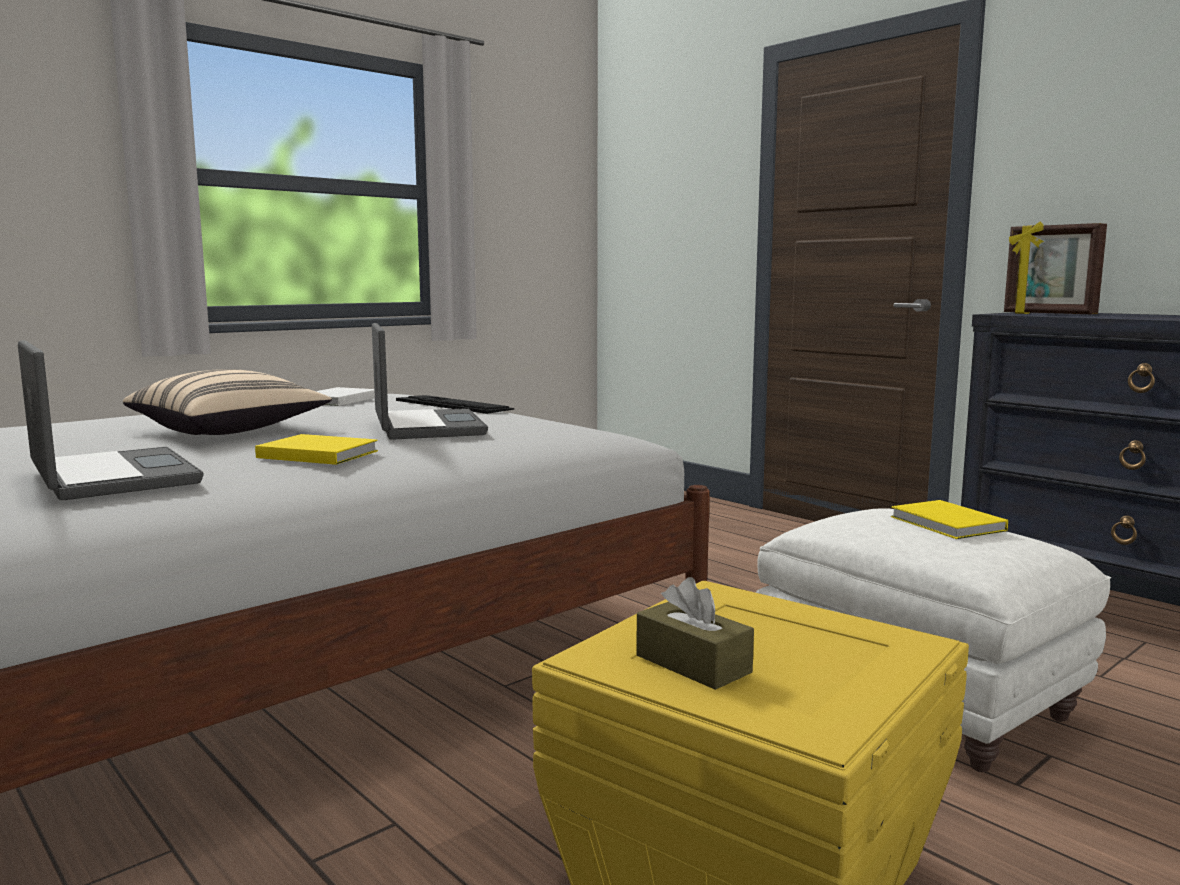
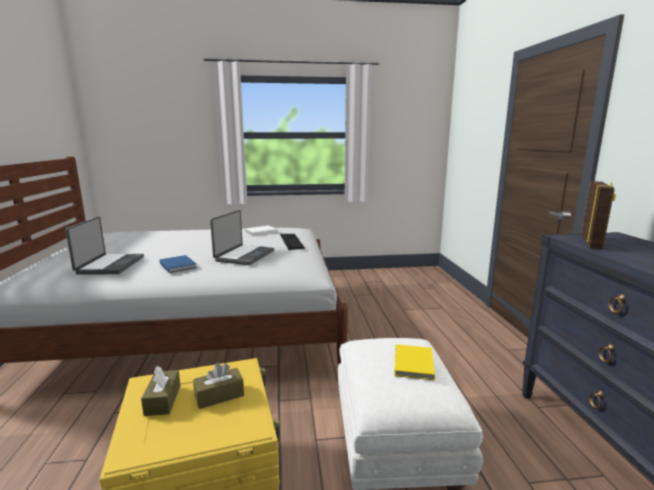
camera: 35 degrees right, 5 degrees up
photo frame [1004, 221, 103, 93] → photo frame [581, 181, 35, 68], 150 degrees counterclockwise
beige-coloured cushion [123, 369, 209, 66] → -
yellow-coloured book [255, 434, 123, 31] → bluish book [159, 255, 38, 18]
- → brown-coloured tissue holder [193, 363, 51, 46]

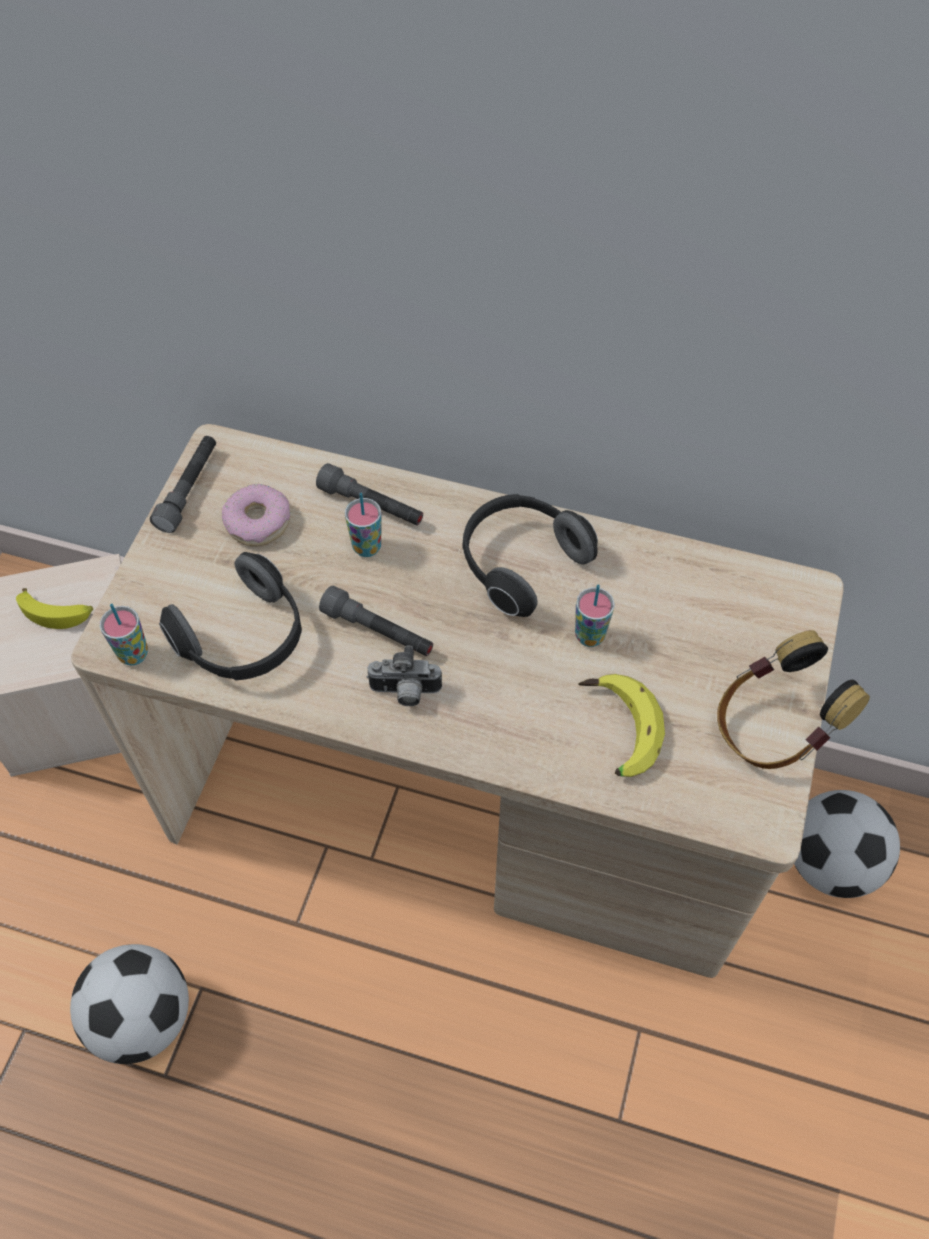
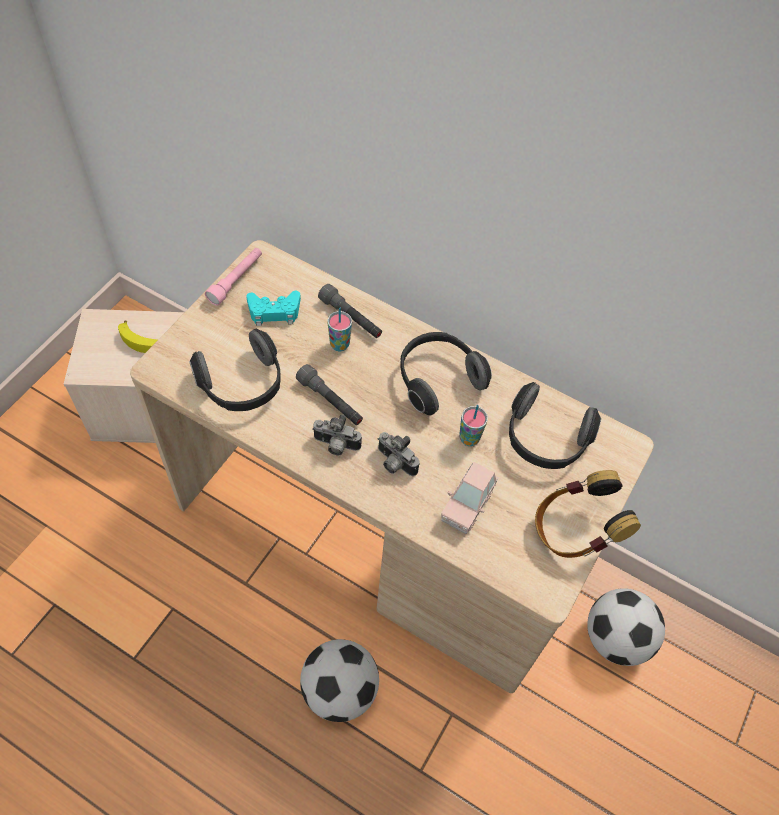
camera: 10 degrees right, 0 degrees up
greyish flashlight [150, 436, 66, 97] → pink flashlight [205, 248, 57, 58]
donut [222, 484, 68, 62] → turquoise gamepad [246, 291, 55, 35]
small cup [100, 604, 48, 62] → -
banana [578, 674, 87, 103] → pink toy car [441, 462, 58, 72]
football ball [70, 944, 119, 120] → football ball [300, 639, 79, 83], shifted
- → headphones [509, 382, 92, 87]
- → still camera [378, 432, 42, 44]

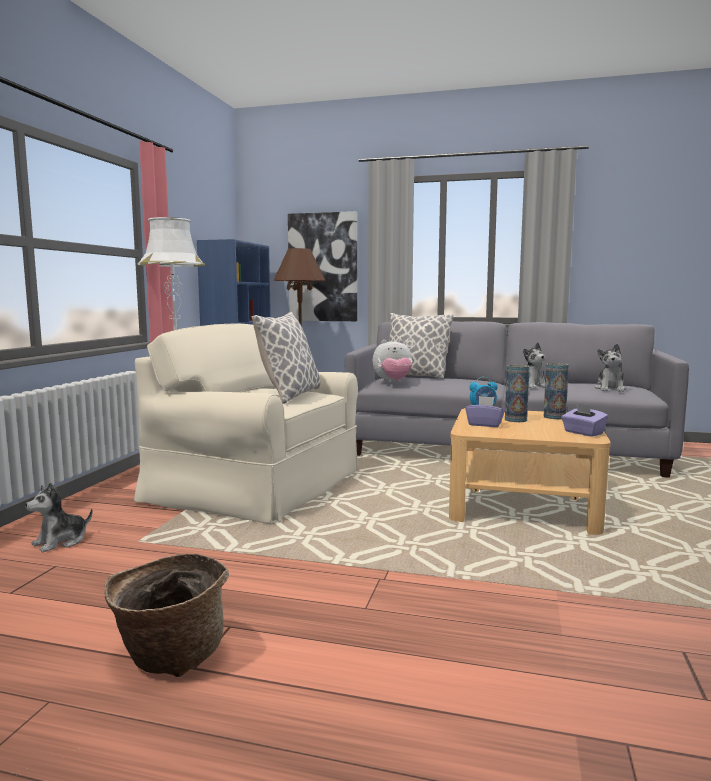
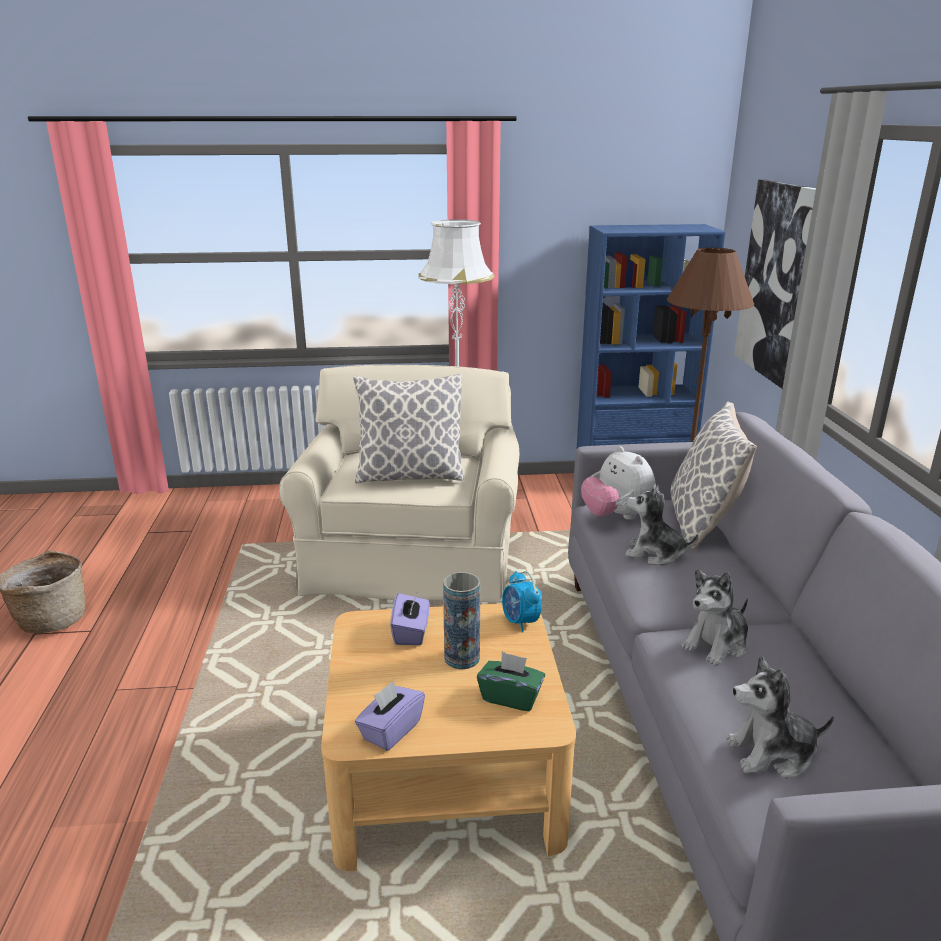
camera: 70 degrees right, 15 degrees up
decorative vase [544, 363, 25, 56] → green tissue holder [477, 652, 68, 59]
plush toy [25, 482, 68, 70] → plush toy [625, 484, 73, 81], shifted

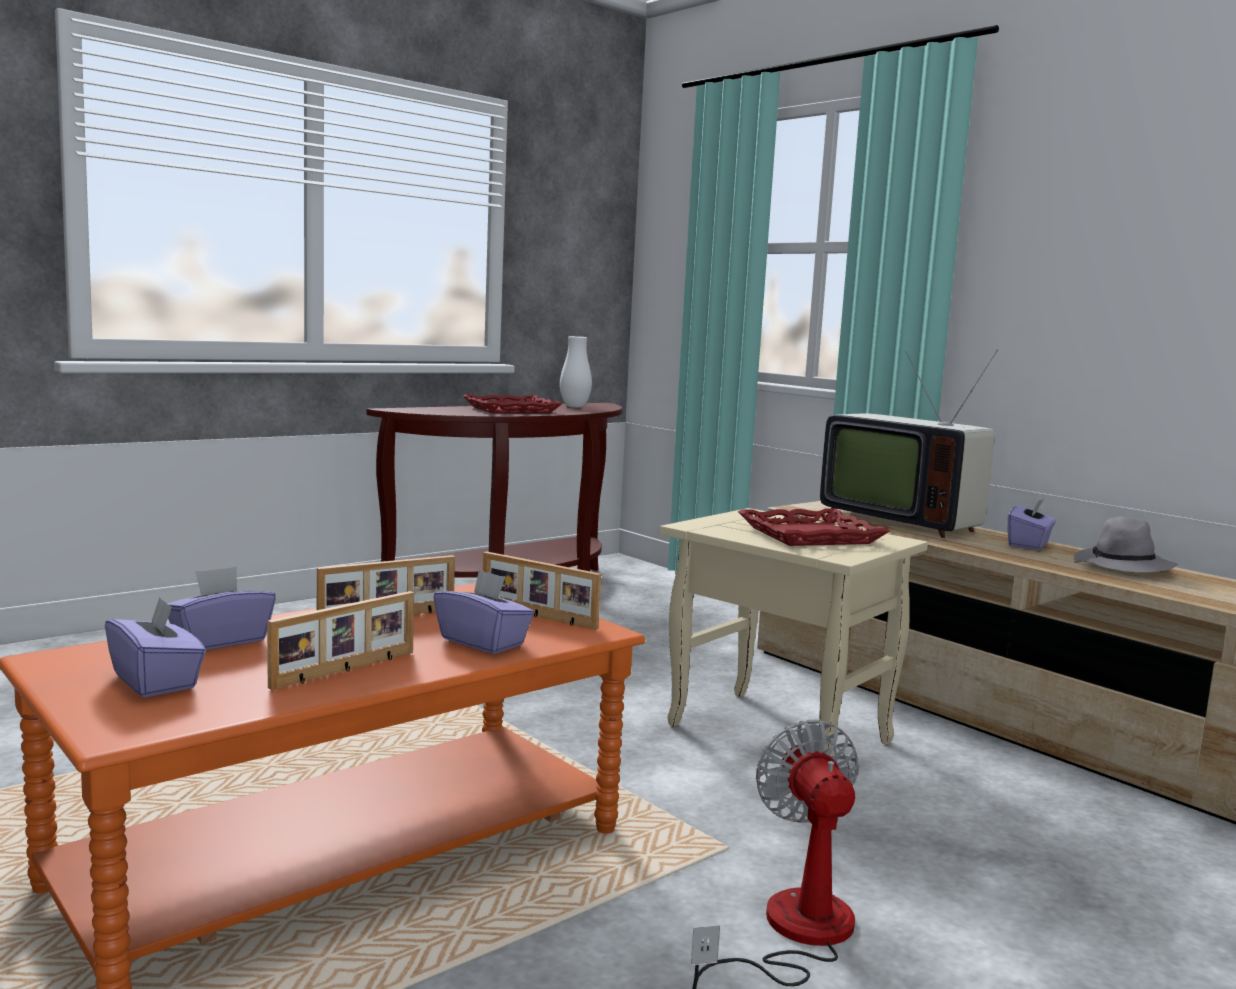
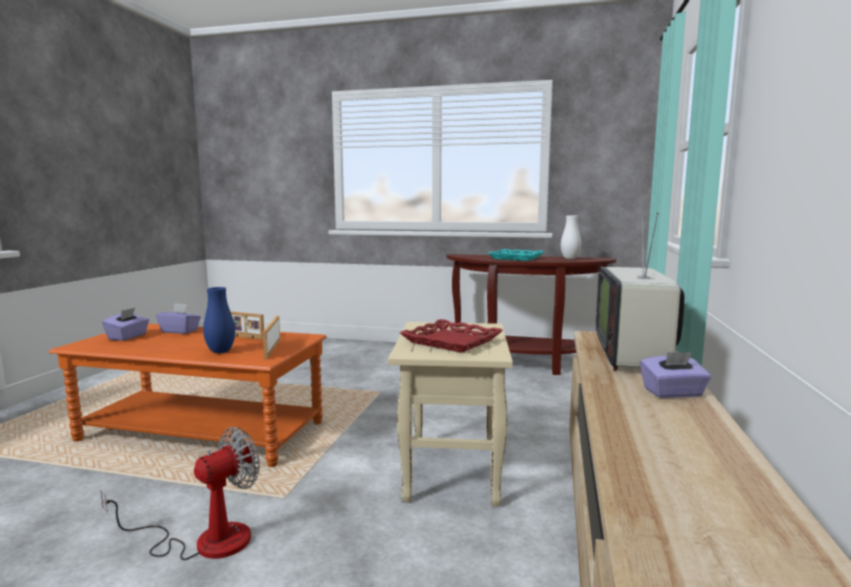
camera: 55 degrees right, 0 degrees up
reddish tray [463, 394, 99, 20] → turquoise tray [488, 249, 56, 12]
greyish hat [1074, 516, 104, 57] → -
purple-coloured tissue holder [434, 569, 100, 85] → bluish decorative vase [203, 287, 32, 66]
photo frame [267, 591, 147, 99] → -

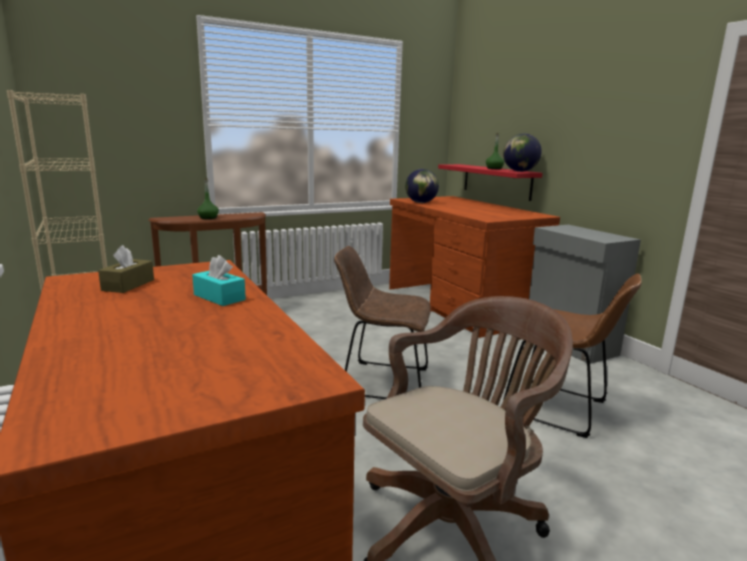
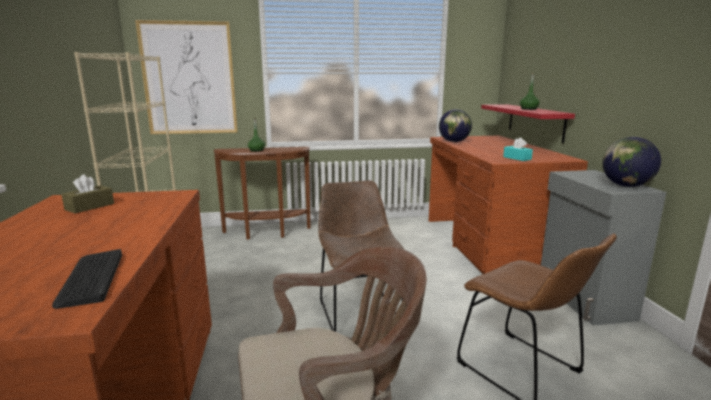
camera: 20 degrees right, 0 degrees up
world globe [503, 133, 39, 39] → world globe [602, 137, 59, 50], shifted
brown-coloured upright chair [334, 246, 97, 153] → brown-coloured upright chair [318, 180, 86, 152], 45 degrees clockwise
turquoise tissue holder [192, 255, 54, 51] → turquoise tissue holder [503, 138, 30, 23], shifted
- → wall picture [135, 20, 103, 114]
- → computer keyboard [52, 249, 70, 60]

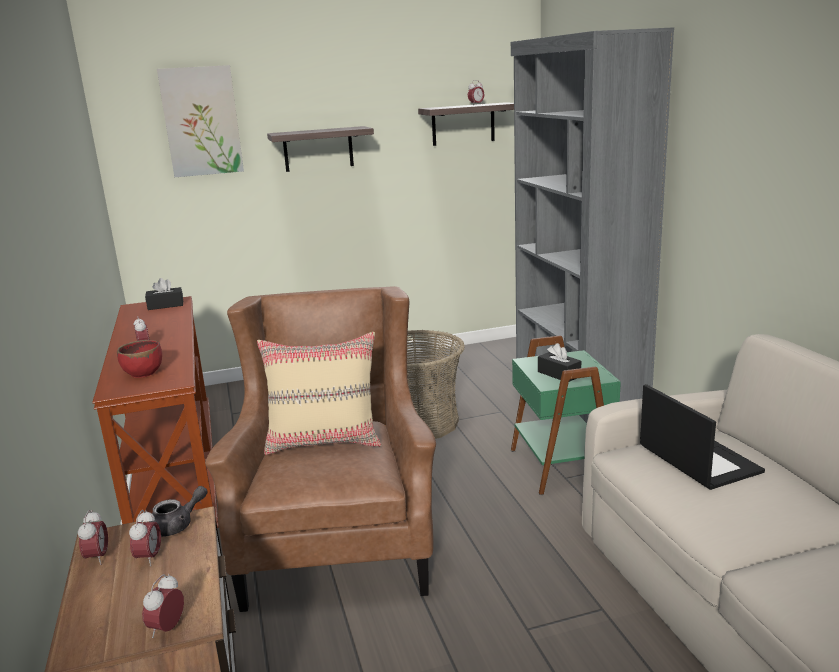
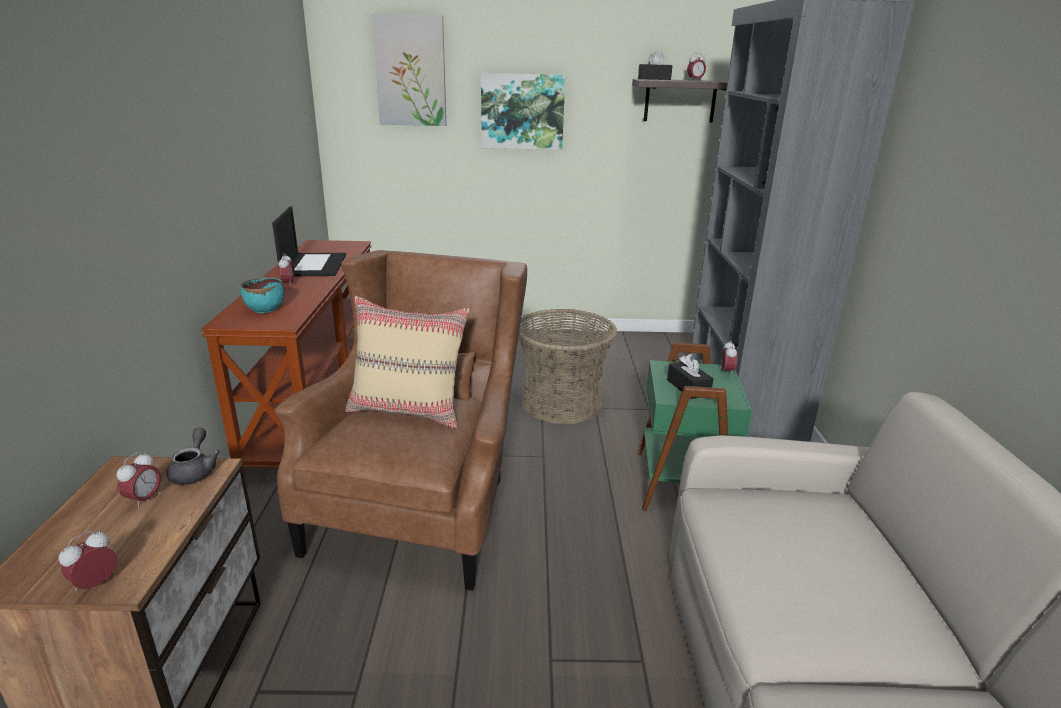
camera: 15 degrees right, 5 degrees up
bracket shelf [267, 126, 107, 46] → wall picture [481, 73, 84, 77]
black tissue holder [145, 278, 38, 32] → black tissue holder [638, 50, 34, 30], shifted
reddish bowl [117, 340, 45, 38] → turquoise bowl [240, 277, 45, 36]
notebook computer [640, 384, 125, 106] → notebook computer [272, 207, 74, 70], shifted
greyish pot for tea [149, 486, 58, 51] → greyish pot for tea [166, 428, 54, 57], 75 degrees counterclockwise
bedside clock [78, 510, 30, 55] → bedside clock [721, 340, 17, 34], shifted

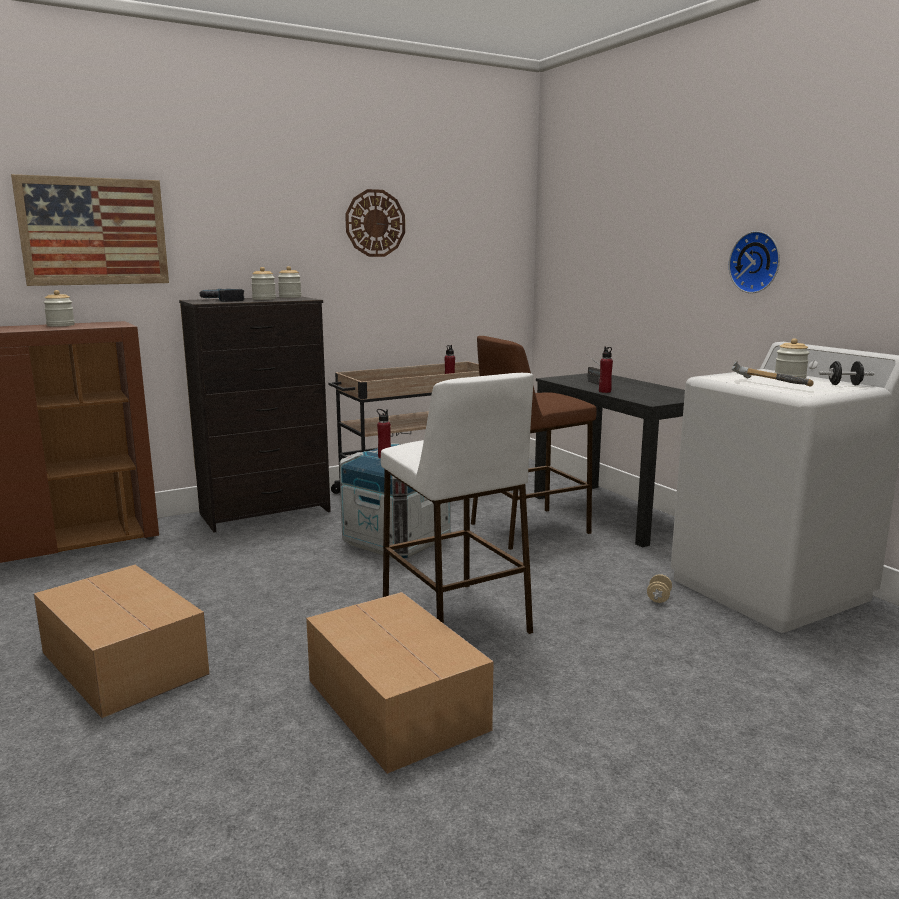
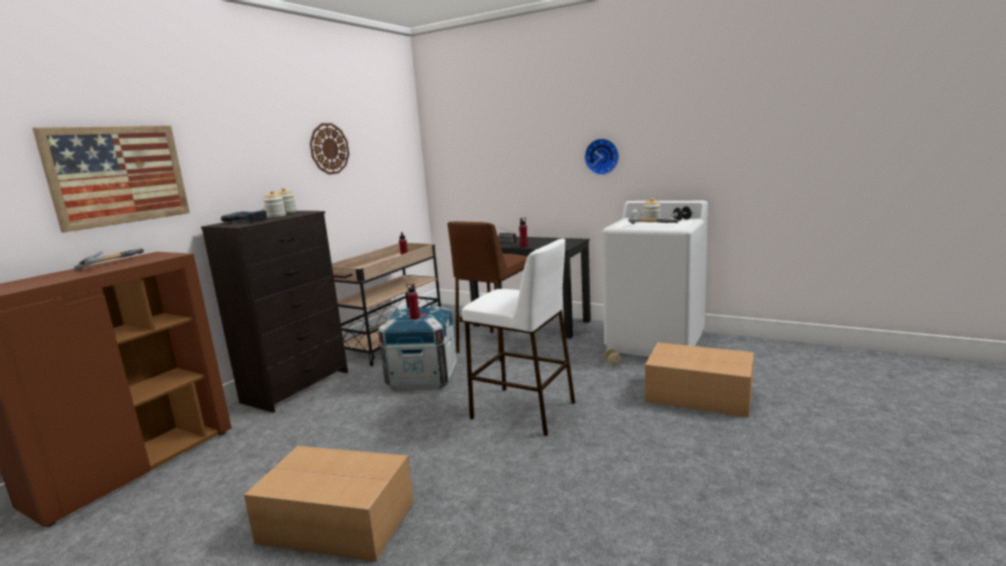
camera: 30 degrees left, 0 degrees up
jar [43, 290, 32, 37] → hammer [74, 248, 70, 23]
cardboard box [306, 592, 188, 182] → cardboard box [645, 343, 109, 74], shifted

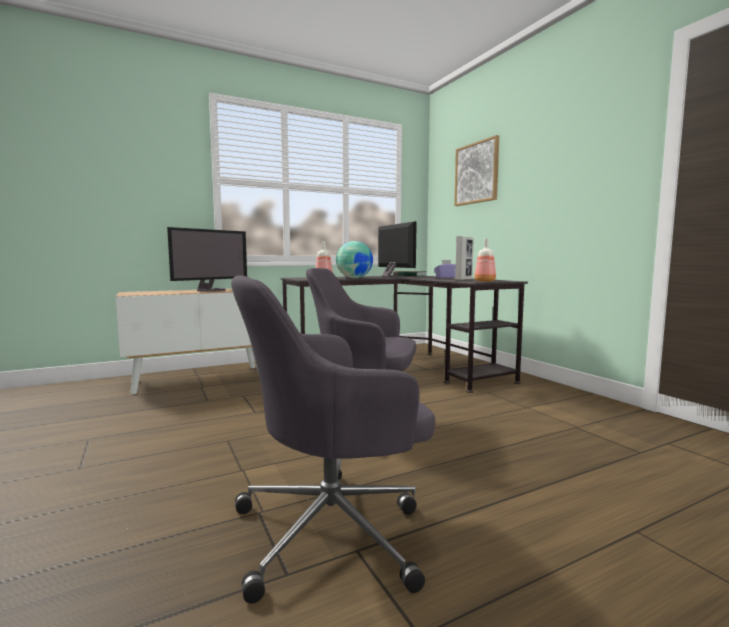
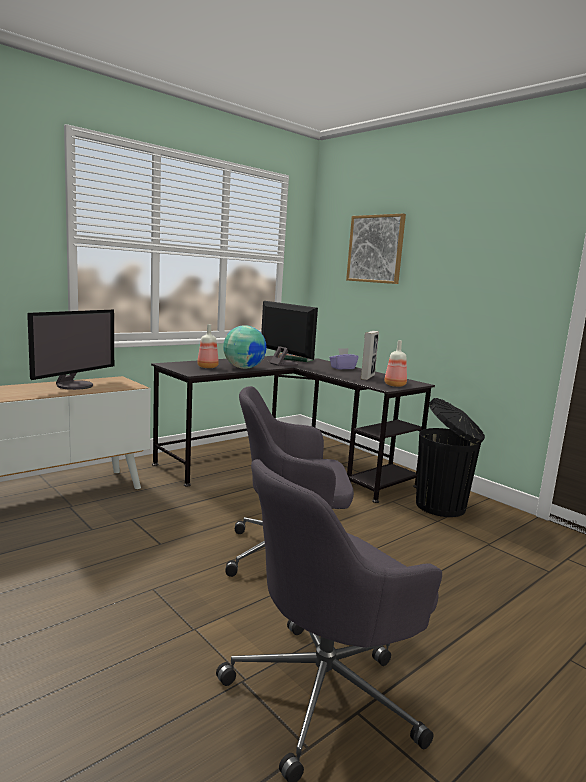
camera: 15 degrees left, 5 degrees up
- → black waste bin [416, 398, 69, 119]

